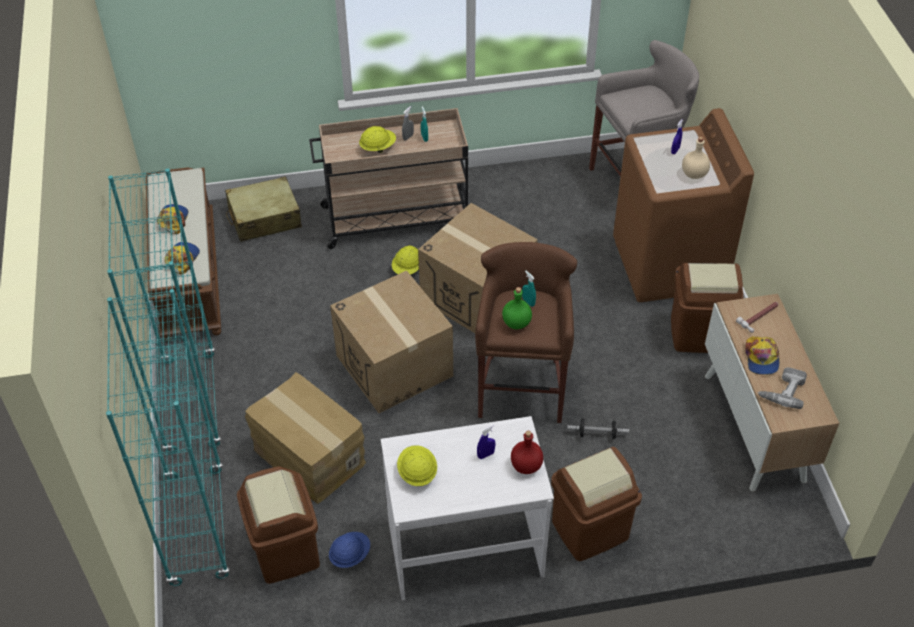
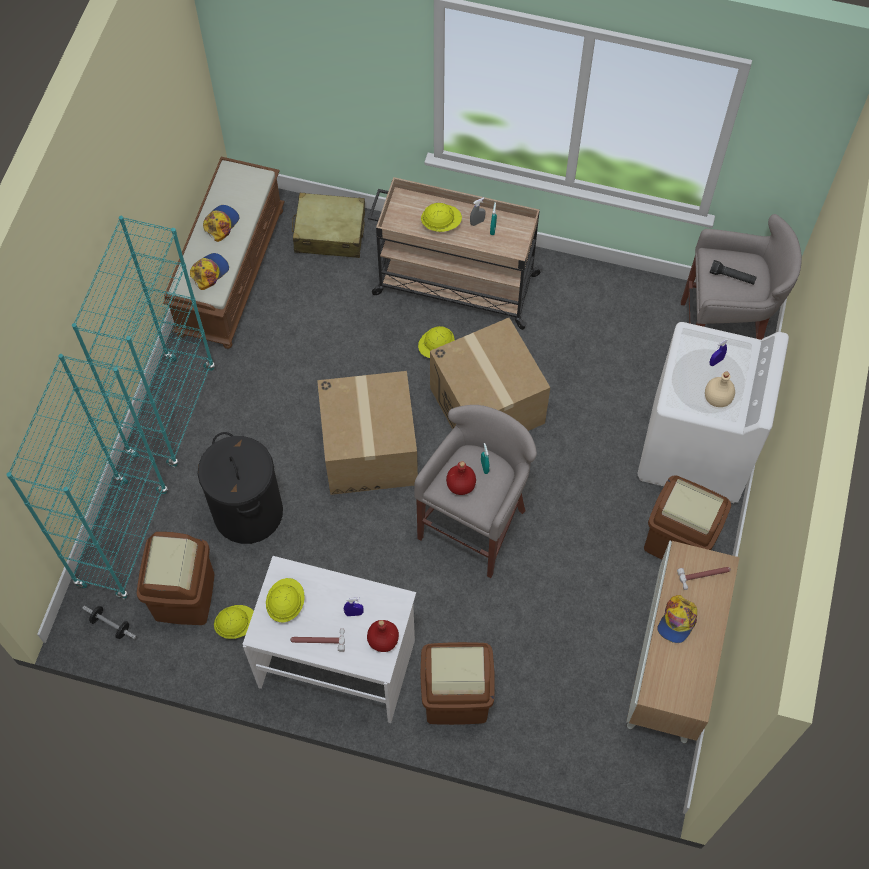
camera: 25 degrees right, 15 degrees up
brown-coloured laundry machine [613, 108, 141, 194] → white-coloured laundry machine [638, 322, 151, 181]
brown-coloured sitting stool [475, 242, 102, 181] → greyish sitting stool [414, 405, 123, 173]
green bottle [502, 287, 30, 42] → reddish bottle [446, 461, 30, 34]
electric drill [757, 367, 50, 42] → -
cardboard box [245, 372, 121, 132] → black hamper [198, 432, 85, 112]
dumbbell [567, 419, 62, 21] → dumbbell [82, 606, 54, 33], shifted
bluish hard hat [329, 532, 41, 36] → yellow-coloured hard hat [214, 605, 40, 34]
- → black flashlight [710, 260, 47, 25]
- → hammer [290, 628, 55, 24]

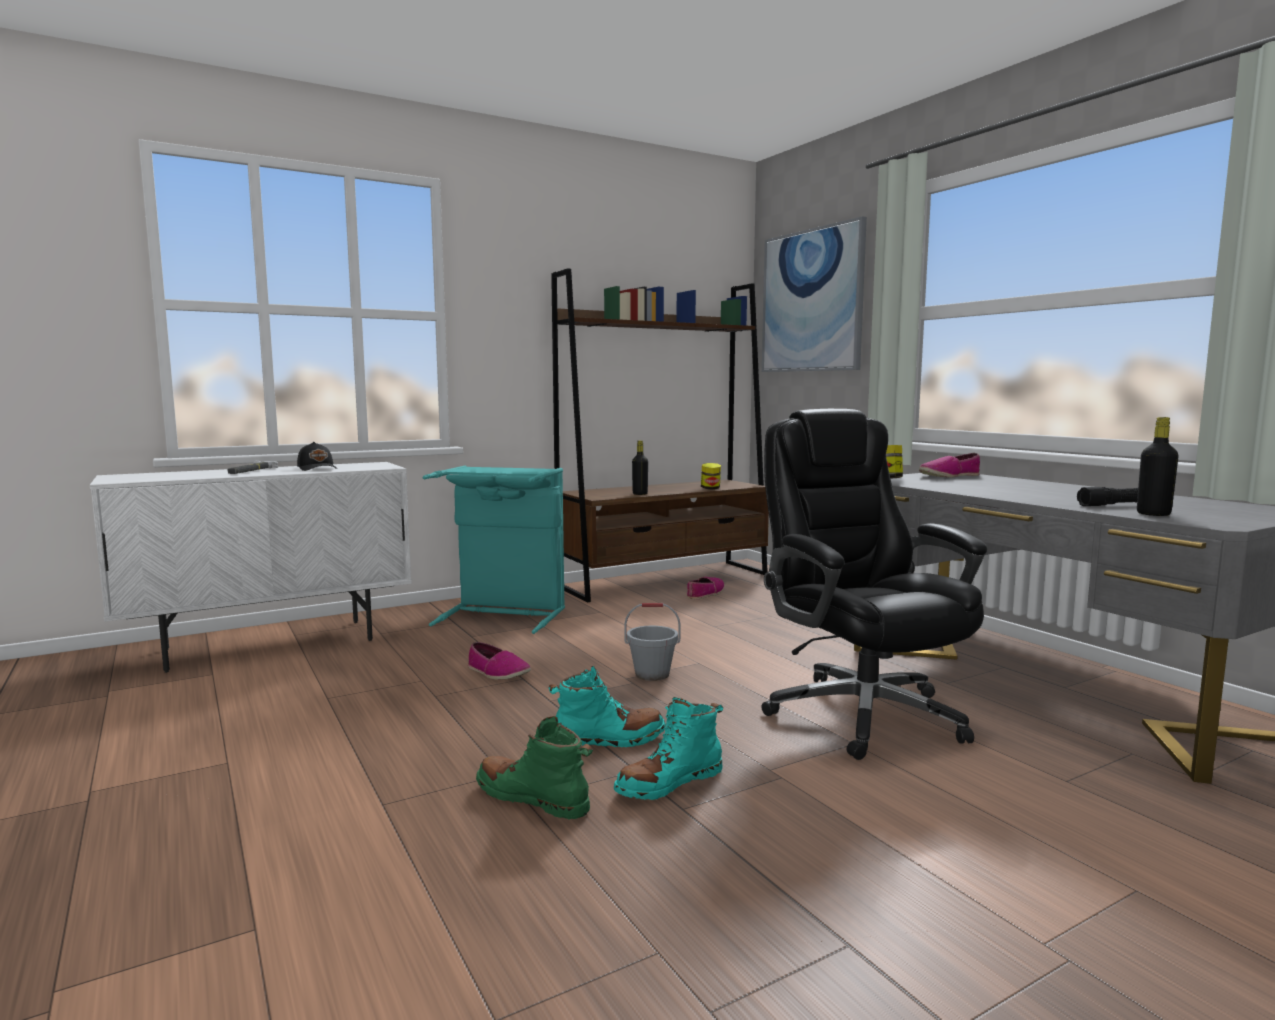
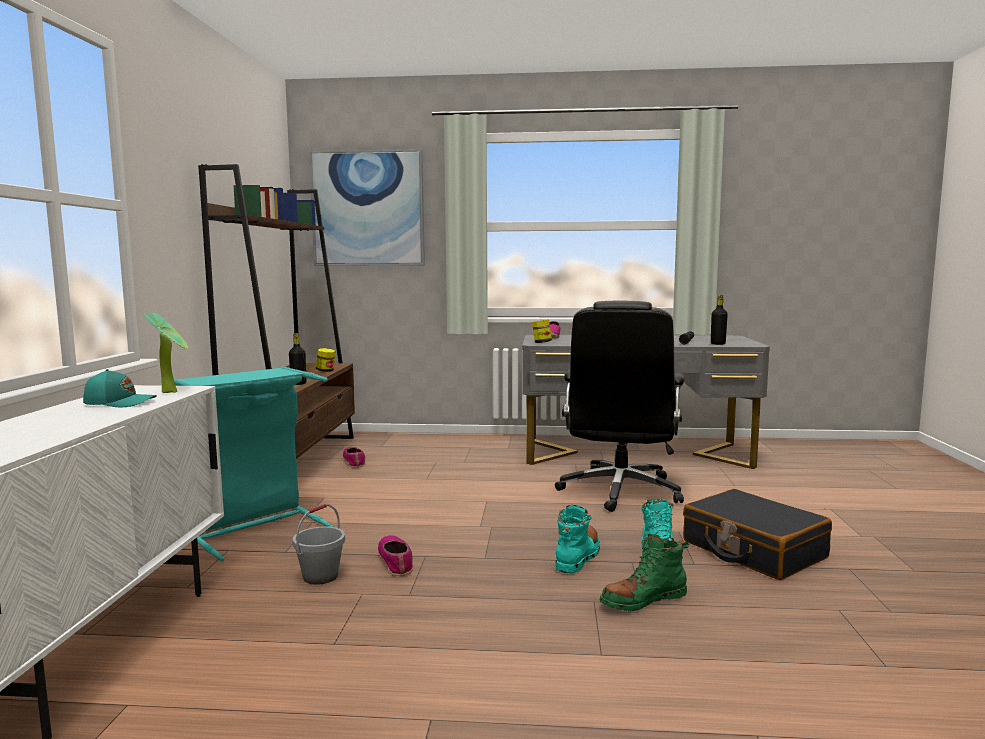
camera: 55 degrees left, 0 degrees up
black computer chair [761, 409, 226, 351] → black computer chair [555, 301, 129, 211], 90 degrees counterclockwise
black cap [297, 442, 40, 29] → turquoise cap [83, 369, 74, 38]
hammer [228, 461, 50, 13] → -
greyish bucket [624, 603, 56, 78] → greyish bucket [292, 503, 53, 82], shifted
item of footwear [468, 642, 63, 38] → item of footwear [378, 535, 35, 41], 90 degrees counterclockwise
- → potted plant [144, 312, 44, 81]
- → black travel case [683, 489, 149, 91]

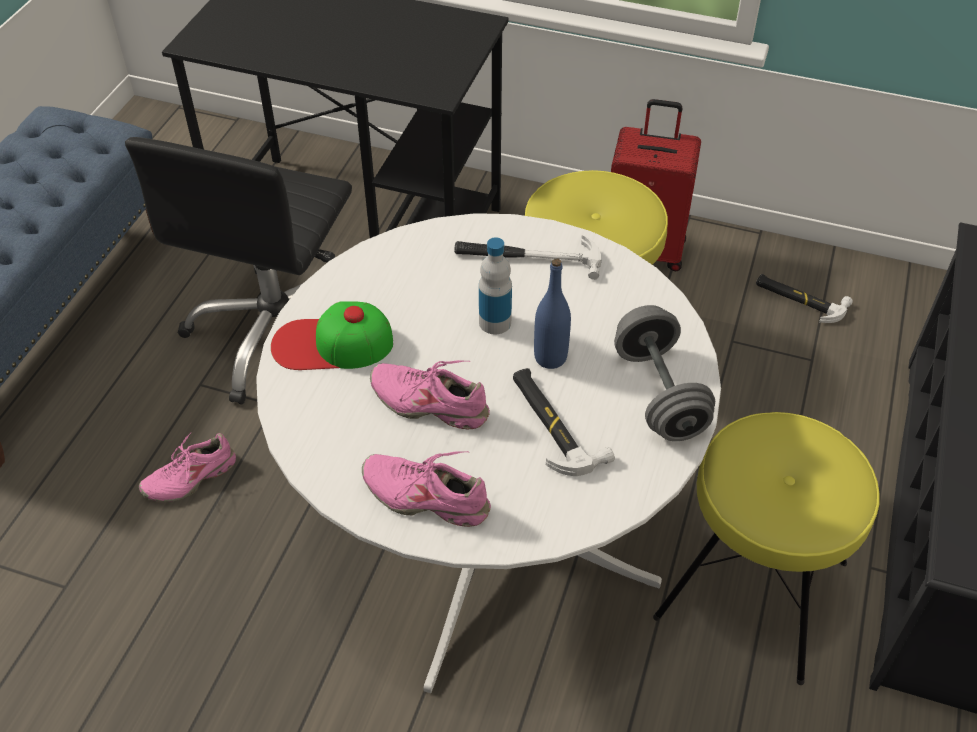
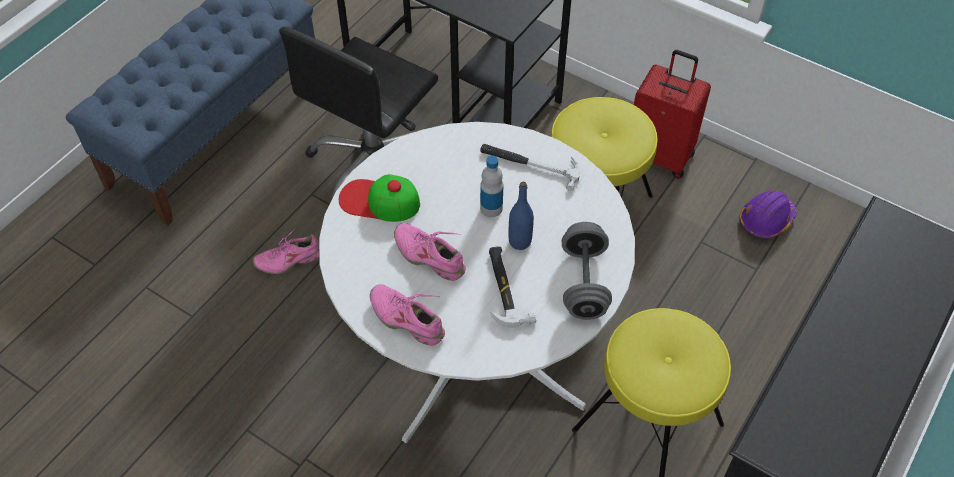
camera: 15 degrees right, 5 degrees up
hammer [756, 274, 97, 49] → purple-coloured hard hat [739, 190, 58, 49]

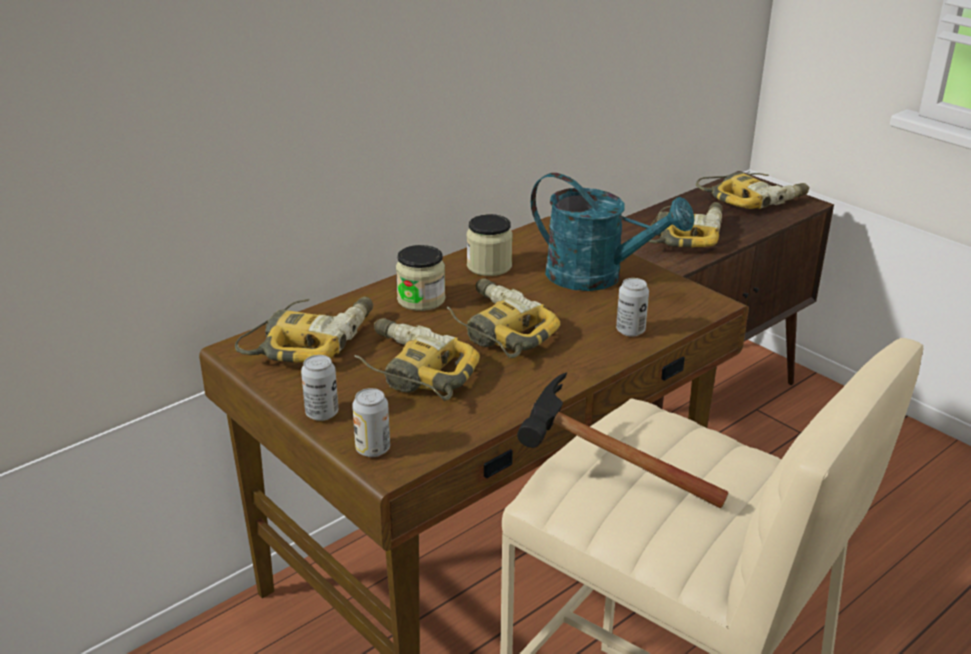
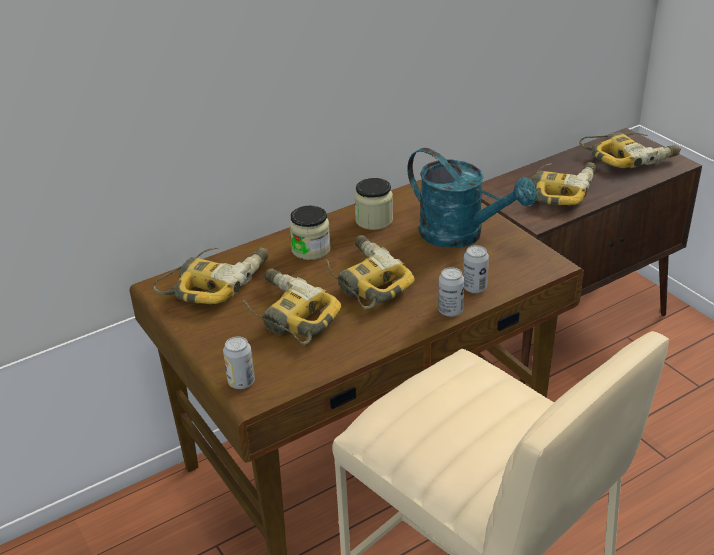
camera: 10 degrees right, 5 degrees up
sealed can [301, 355, 37, 66] → sealed can [438, 267, 26, 50], shifted
hammer [517, 372, 211, 136] → -

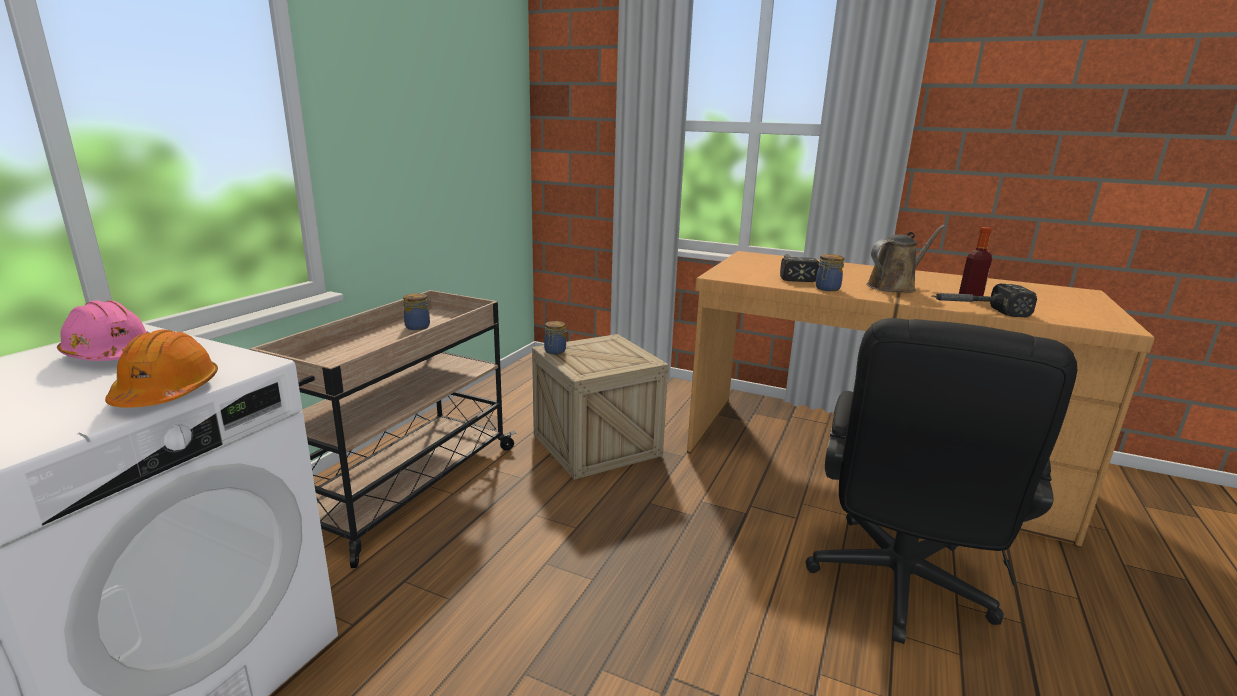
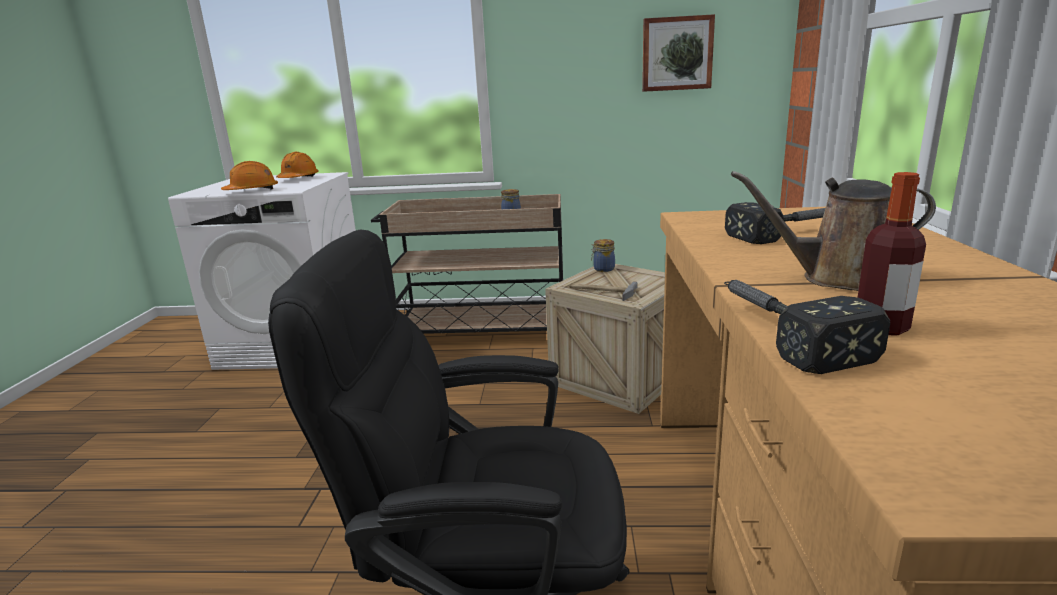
camera: 70 degrees right, 0 degrees up
brown-coloured watering pot [866, 225, 79, 68] → brown-coloured watering pot [731, 171, 205, 120], 150 degrees clockwise
jar [816, 254, 29, 37] → -
pink hard hat [57, 301, 93, 60] → orangey hard hat [276, 152, 43, 26]
- → wall picture [642, 14, 73, 78]
- → hammer [569, 281, 68, 20]

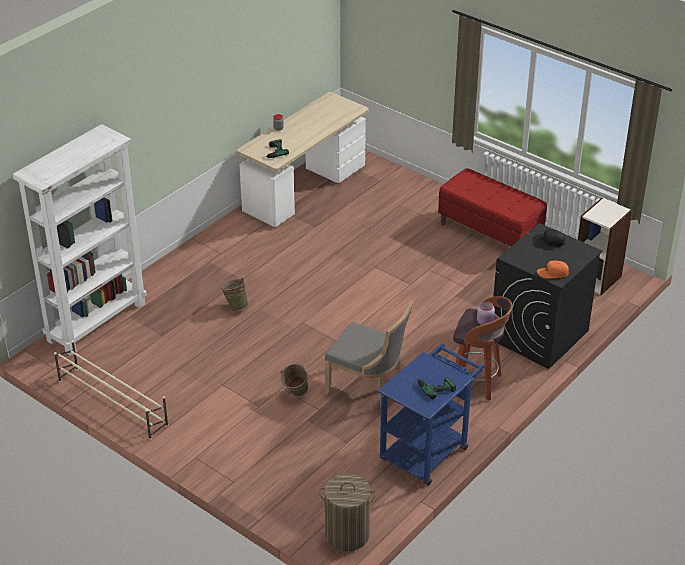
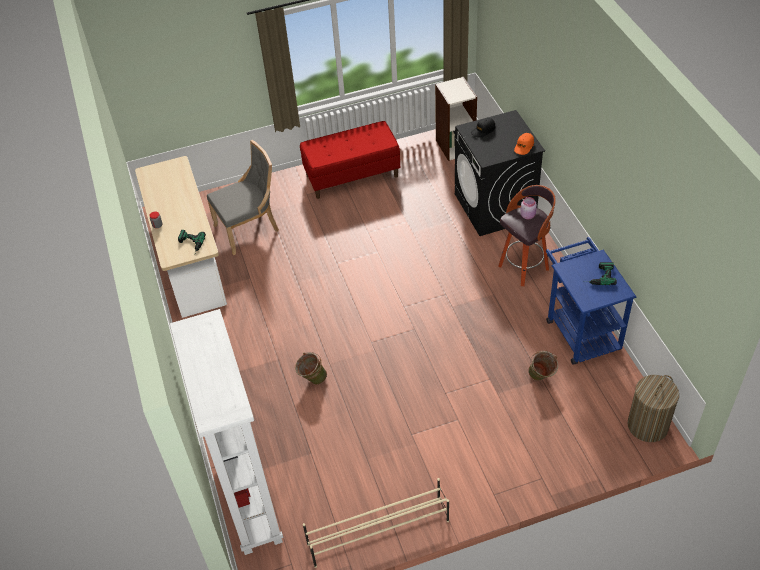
camera: 55 degrees left, 10 degrees up
greyish upright chair [324, 301, 89, 104] → greyish upright chair [207, 140, 72, 115], shifted
green bucket [280, 364, 29, 32] → green bucket [528, 351, 30, 30], shifted

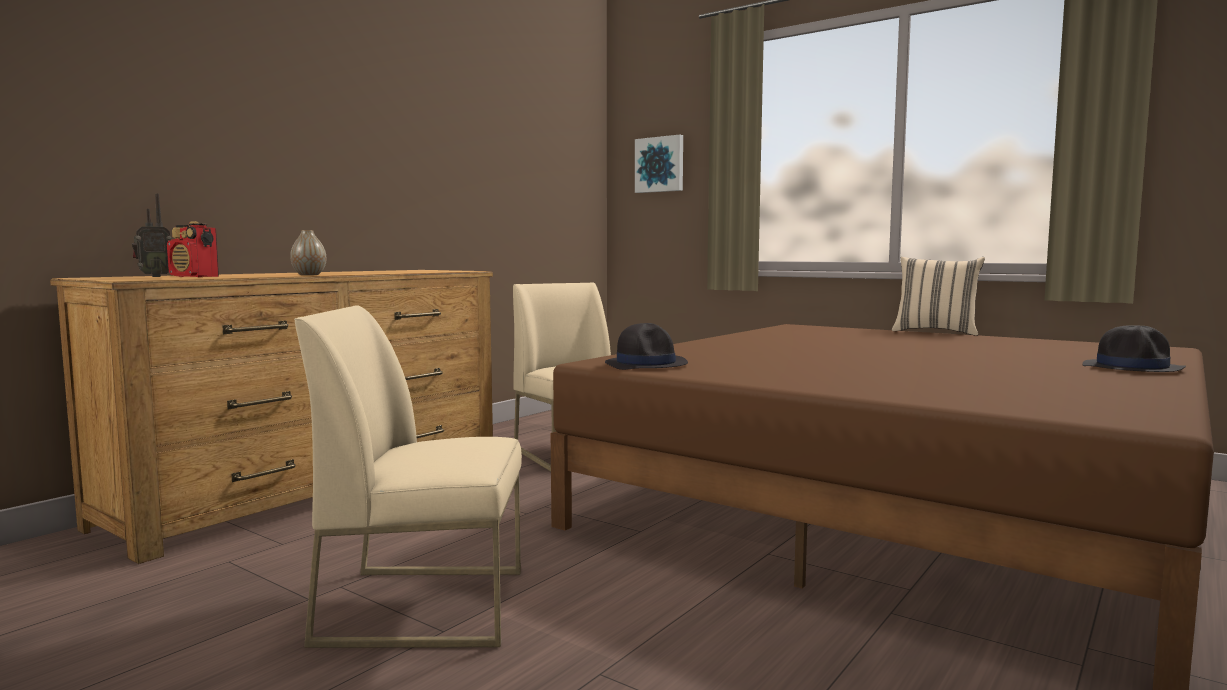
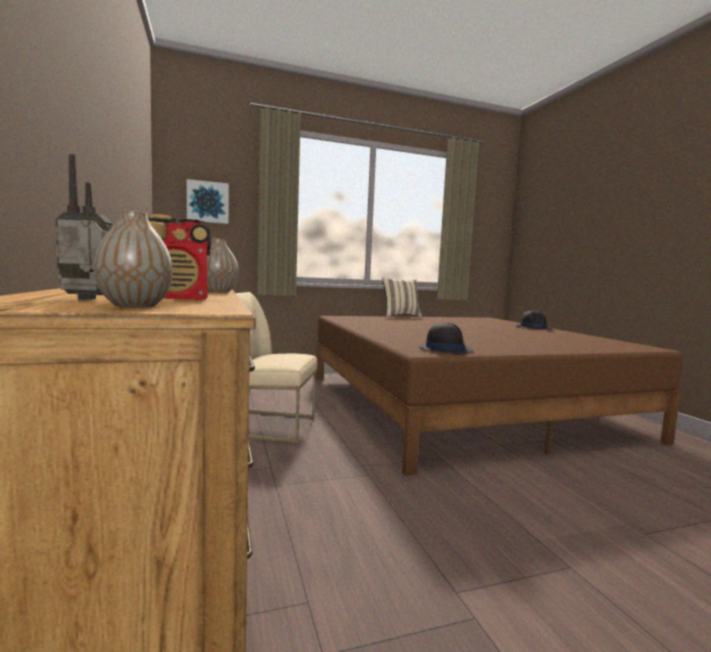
camera: 55 degrees left, 0 degrees up
radio set [132, 194, 39, 83] → radio set [55, 154, 58, 146], 90 degrees counterclockwise
beige-coloured upright chair [294, 305, 228, 343] → -
- → decorative vase [94, 211, 79, 97]

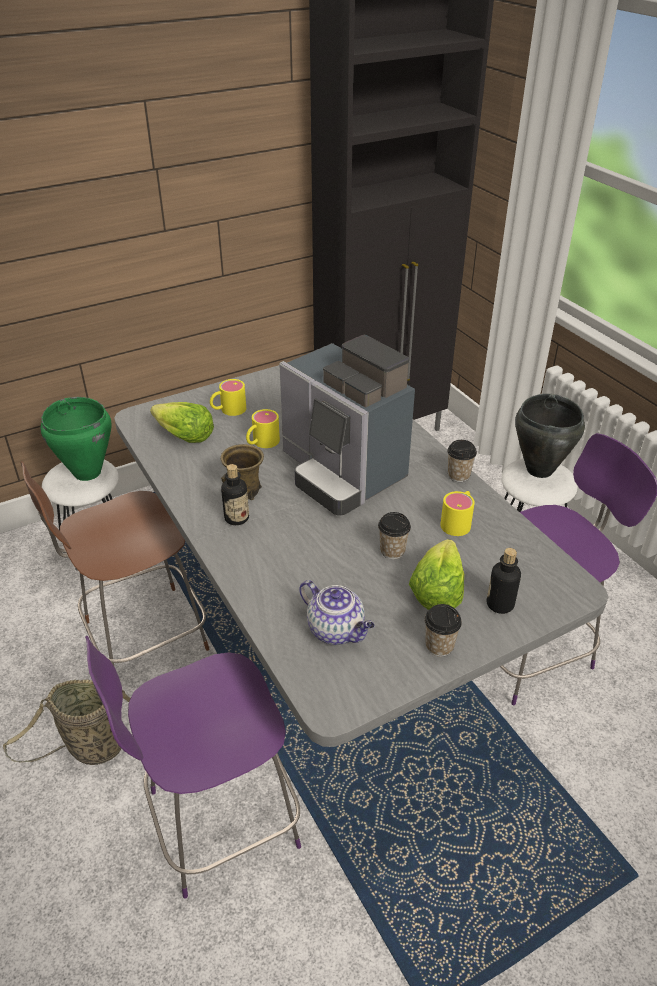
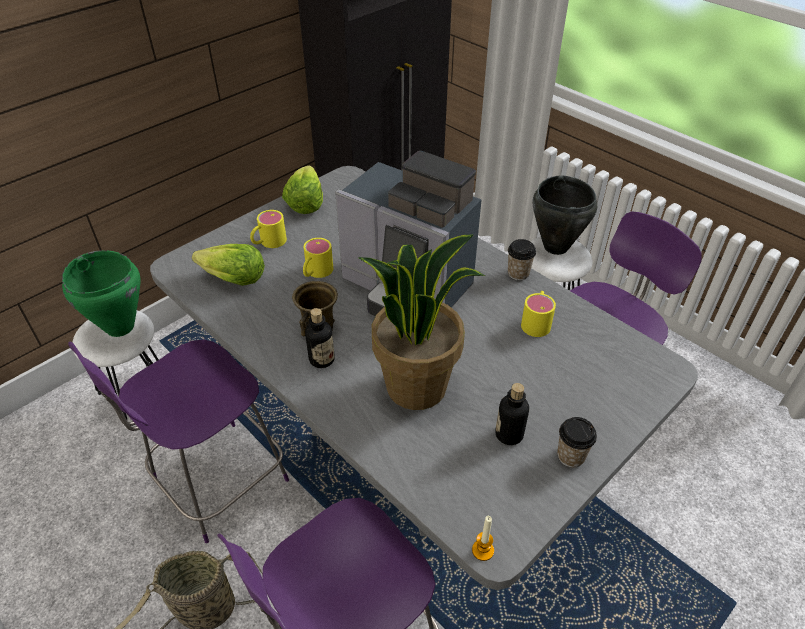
camera: 15 degrees left, 5 degrees up
brown-coloured upright chair [21, 461, 188, 205] → purple-coloured upright chair [68, 339, 221, 204]
small cup [378, 512, 33, 47] → -
lettuce head [409, 539, 55, 71] → lettuce head [282, 166, 41, 48], shifted
bottle [487, 548, 34, 66] → bottle [495, 383, 34, 62], shifted
pot for tea [299, 580, 76, 65] → -
- → potted plant [358, 235, 128, 175]
- → wax candle [472, 516, 22, 45]

